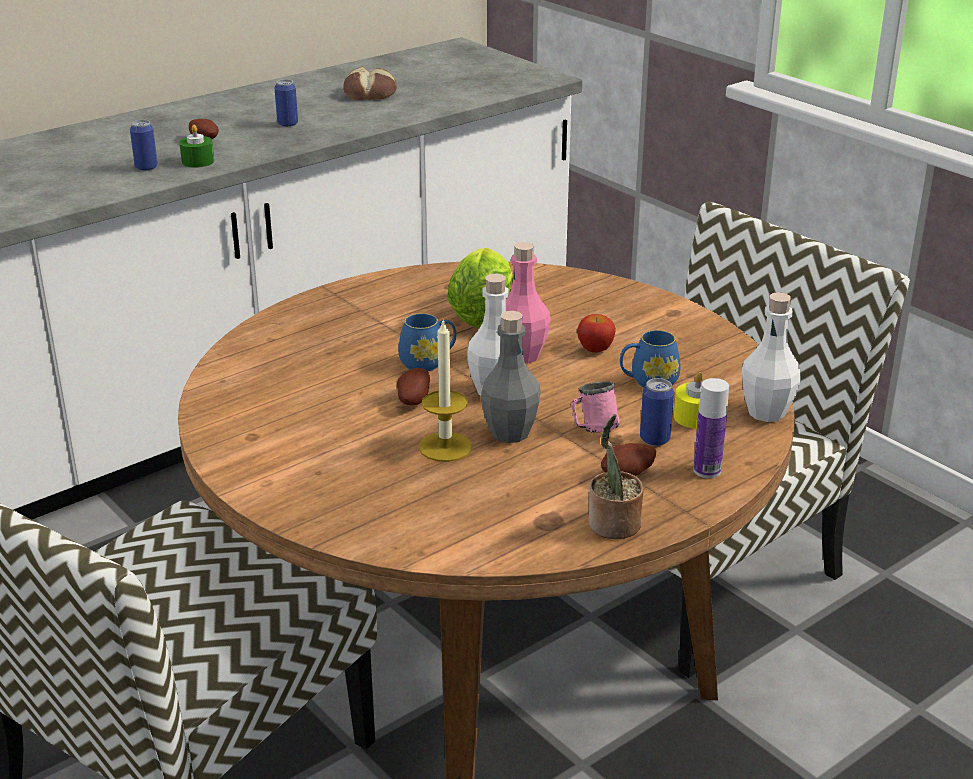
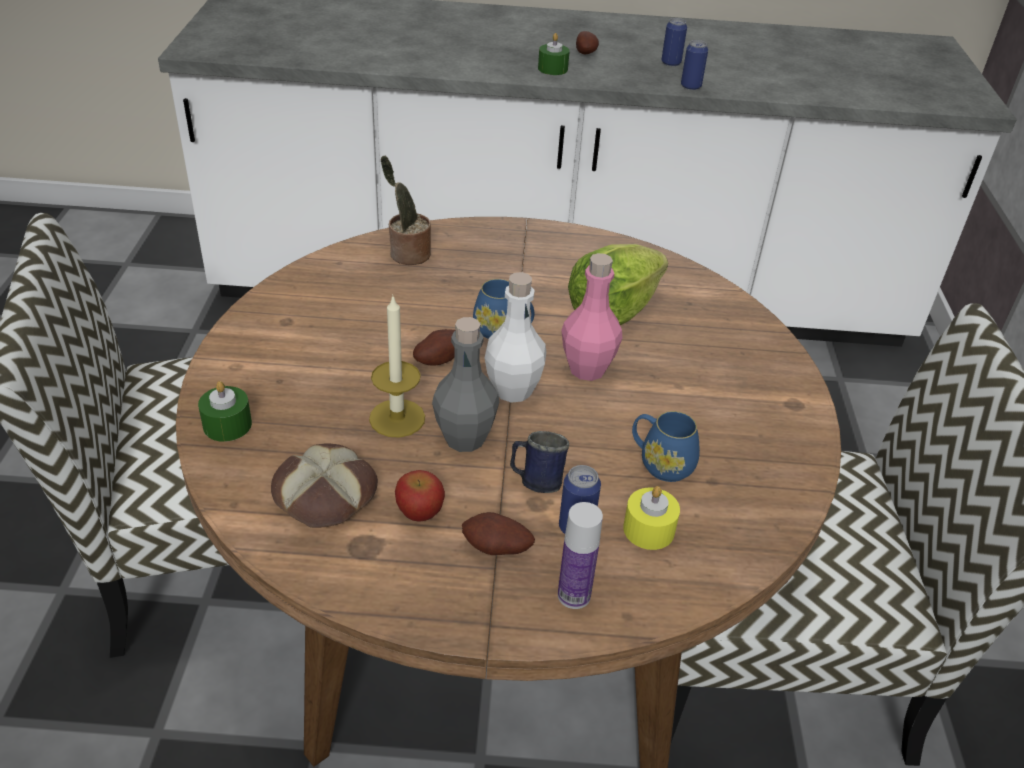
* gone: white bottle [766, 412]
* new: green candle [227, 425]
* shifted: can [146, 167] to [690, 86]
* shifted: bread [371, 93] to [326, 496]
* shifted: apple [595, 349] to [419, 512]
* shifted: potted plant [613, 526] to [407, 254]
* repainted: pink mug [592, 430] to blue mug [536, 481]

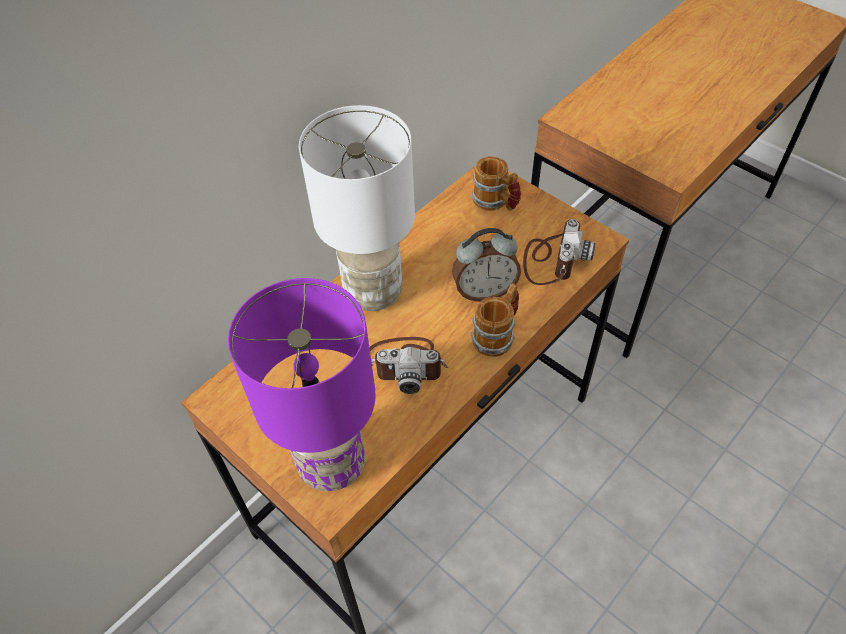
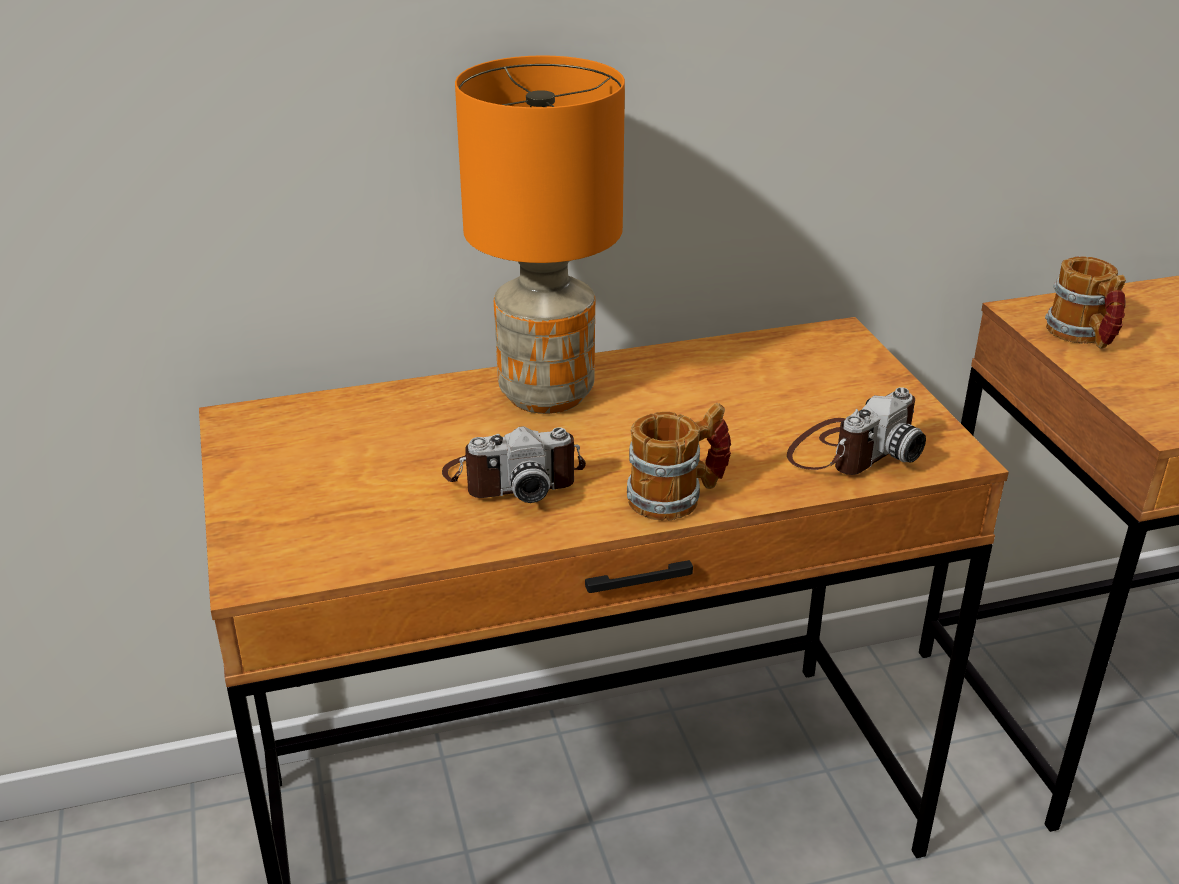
* gone: purple table lamp [330, 464]
* gone: alarm clock [484, 291]
* shifted: mug [496, 202] to [1083, 336]
* repainted: white table lamp [373, 292] to orange table lamp [547, 393]
* rotated: photo camera [407, 363] = [513, 478] 45 degrees counterclockwise

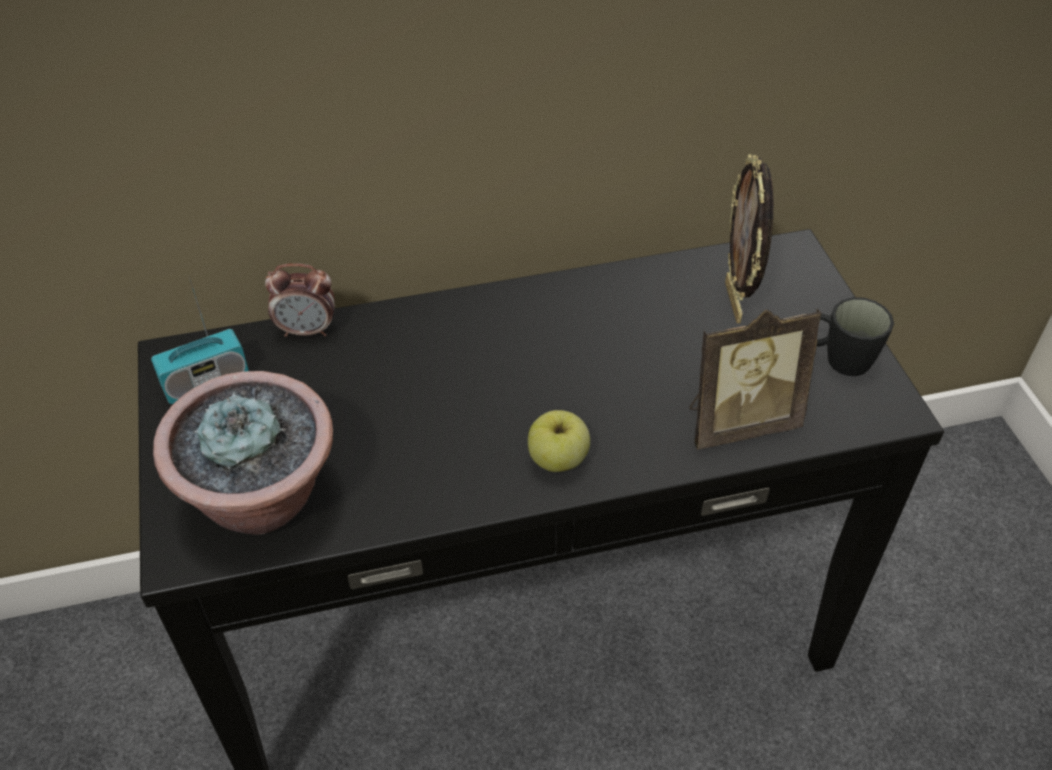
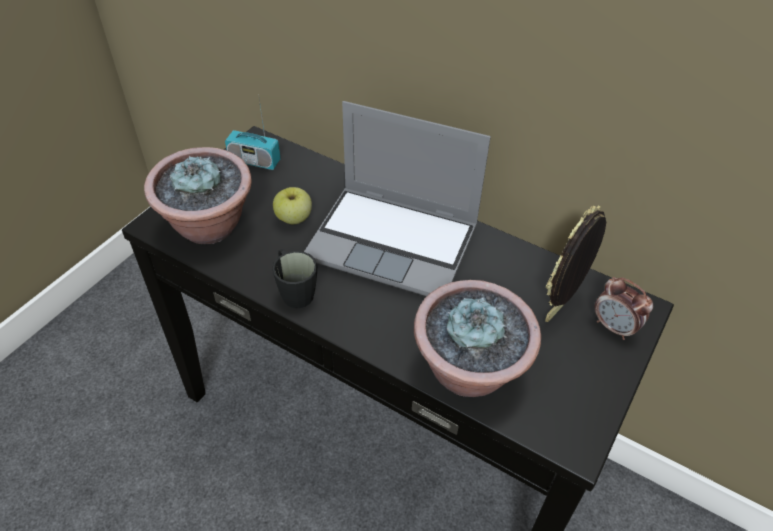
* new: laptop [395, 242]
* shifted: alarm clock [307, 330] to [614, 327]
* shifted: apple [558, 460] to [294, 218]
* shifted: black mug [837, 359] to [295, 291]
* swapped: picture frame [738, 422] to potted plant [469, 371]

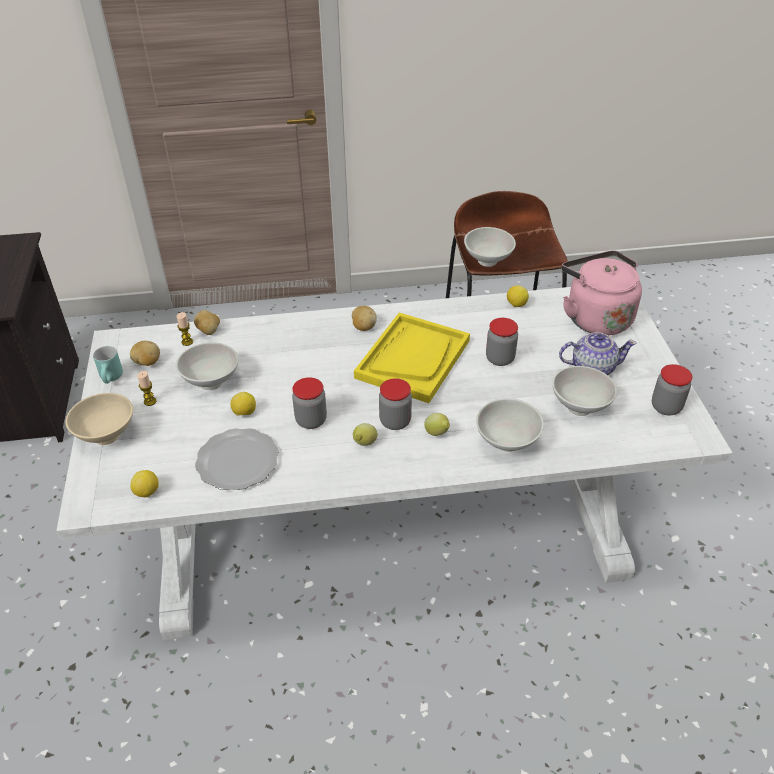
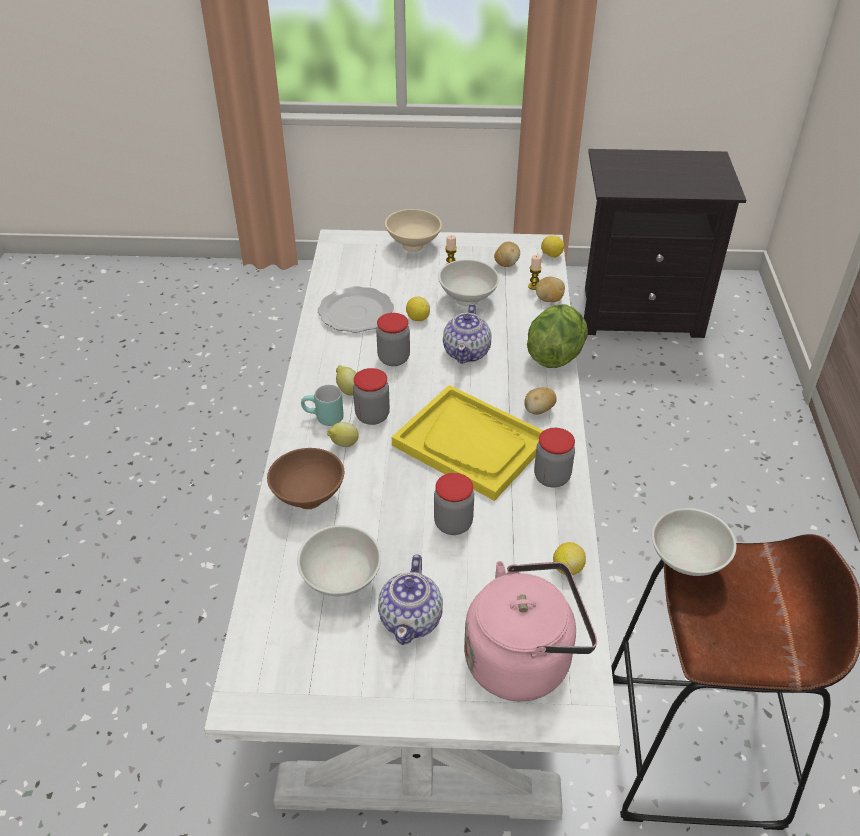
* new: teapot [467, 352]
* new: lettuce [555, 355]
* shifted: turquoise mug [112, 379] to [323, 419]
* shifted: lemon [147, 492] to [551, 256]
* shifted: jar [666, 407] to [552, 477]
* repainted: white bowl [508, 444] to brown bowl [307, 499]

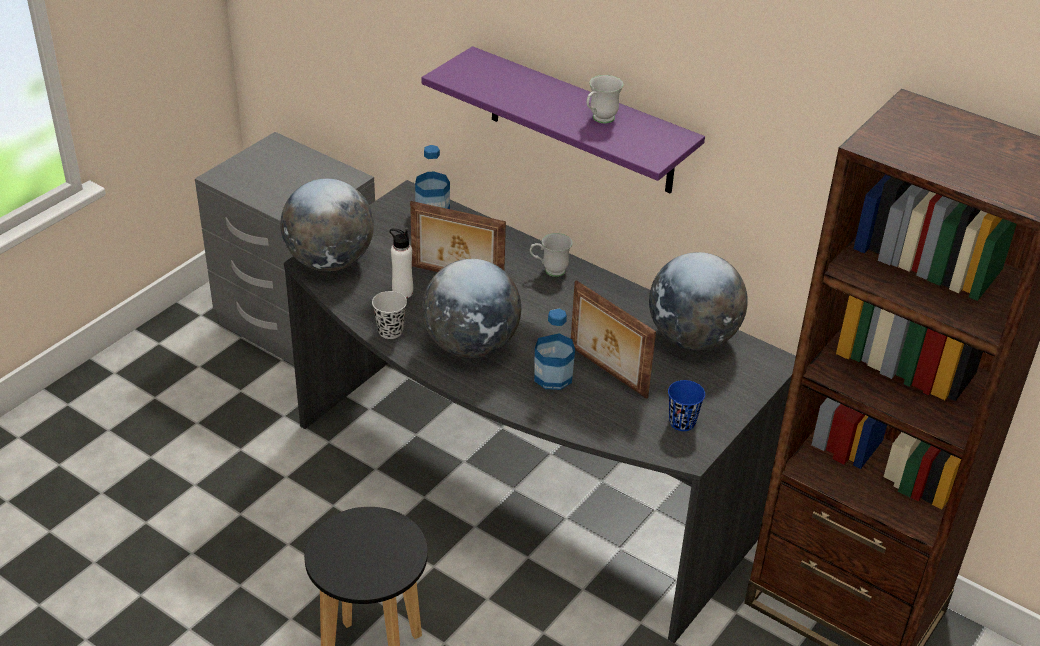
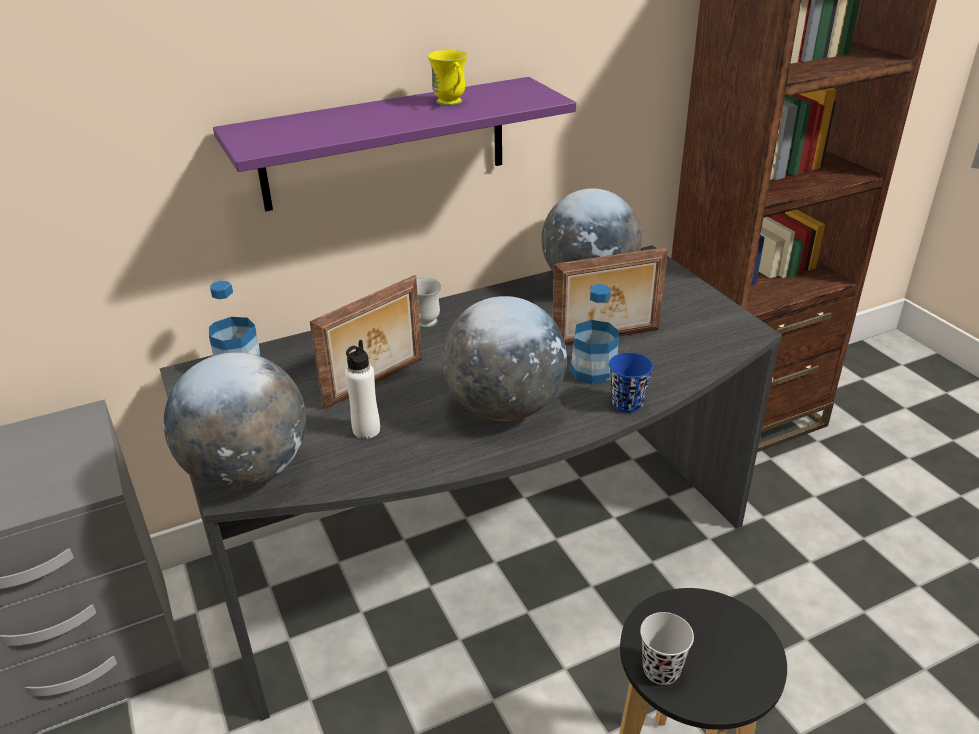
* shifted: black cup [390, 331] to [661, 670]
* shifted: blue cup [682, 422] to [627, 403]
* repainted: white mug [599, 120] to yellow mug [451, 104]

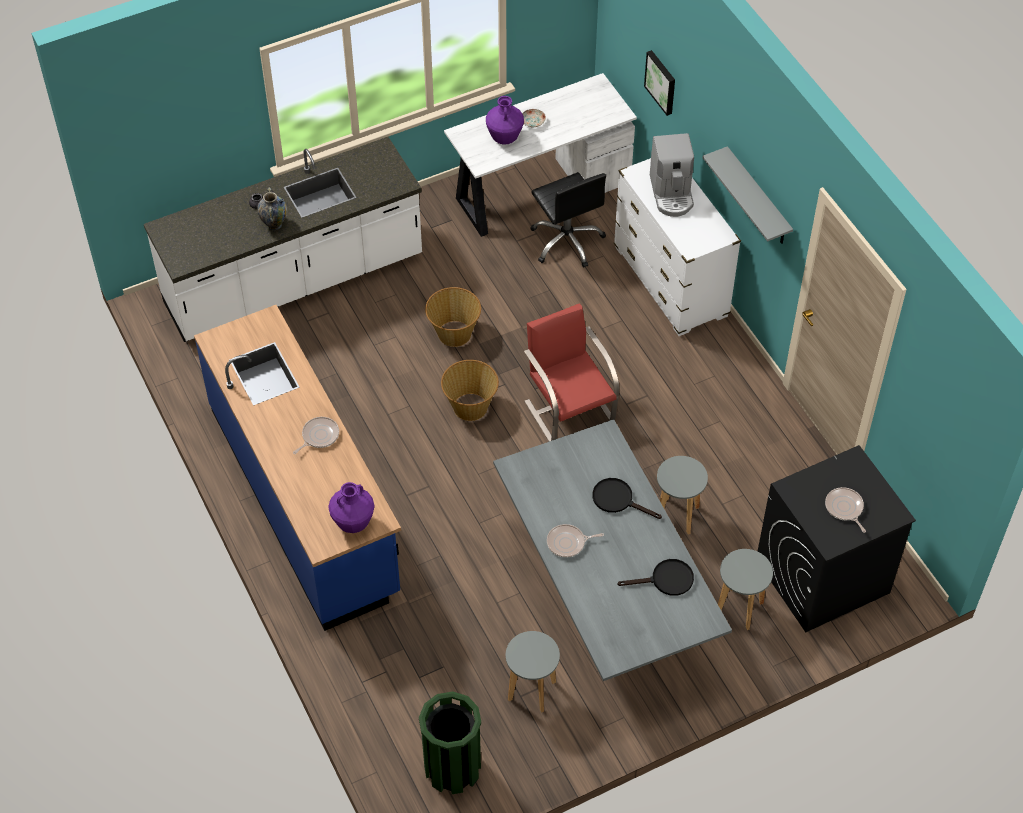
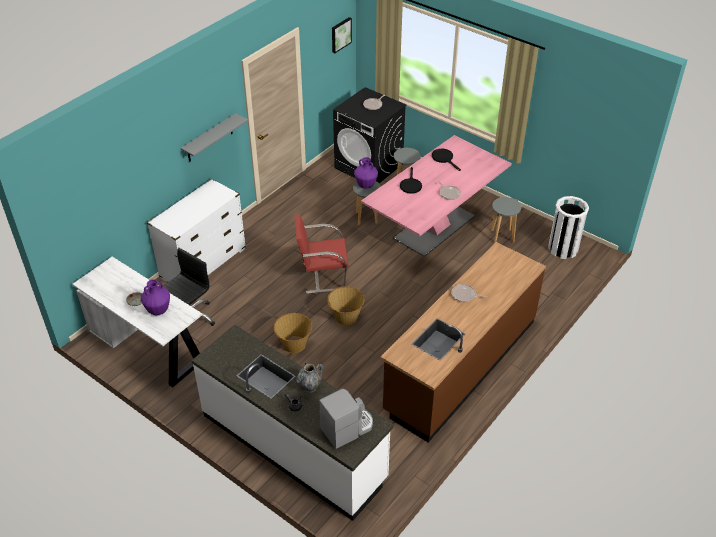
* shifted: purple vase [353, 523] to [365, 185]
* shifted: picture [661, 82] to [340, 34]
* shifted: coffee machine [672, 193] to [347, 428]
* repainted: blue counter [305, 500] to brown counter [460, 365]
* repainted: green trash can [452, 768] to white trash can [563, 249]
* repainted: grey dining table [604, 601] to pink dining table [434, 228]
* rotated: red chair [569, 409] = [322, 276] 45 degrees clockwise

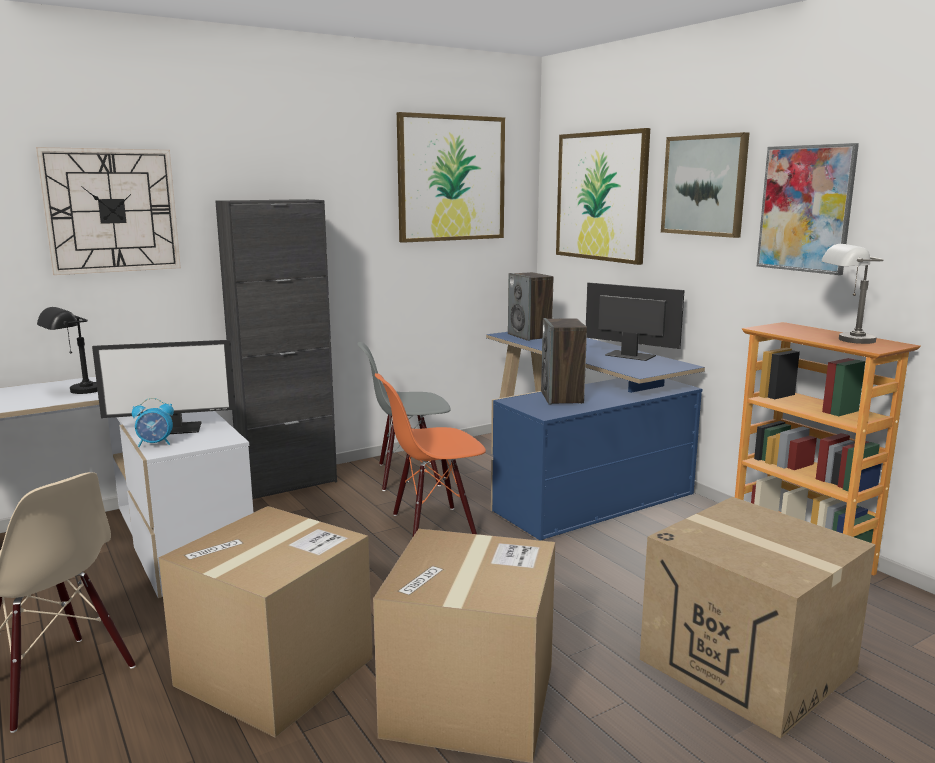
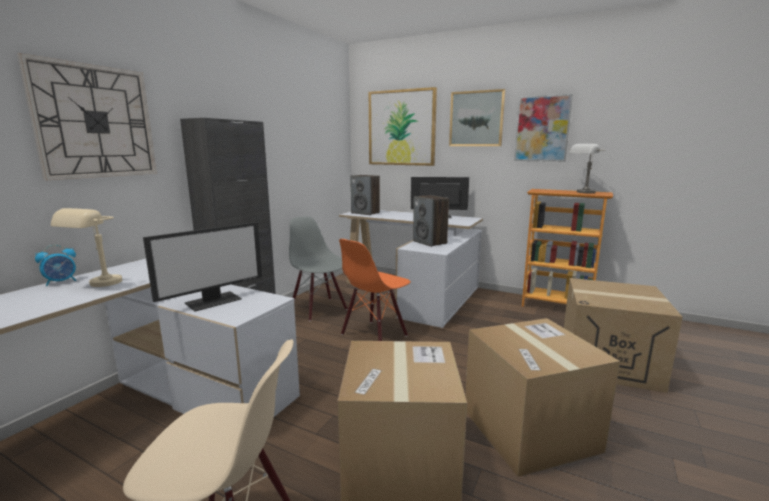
* gone: picture [451, 178]
* shifted: alarm clock [155, 444] to [61, 282]
* repainted: black table lamp [76, 392] to beige table lamp [98, 285]
* repainted: blue desk [575, 479] to white desk [414, 292]
* rotated: grey chair [408, 475] = [319, 309] 90 degrees clockwise

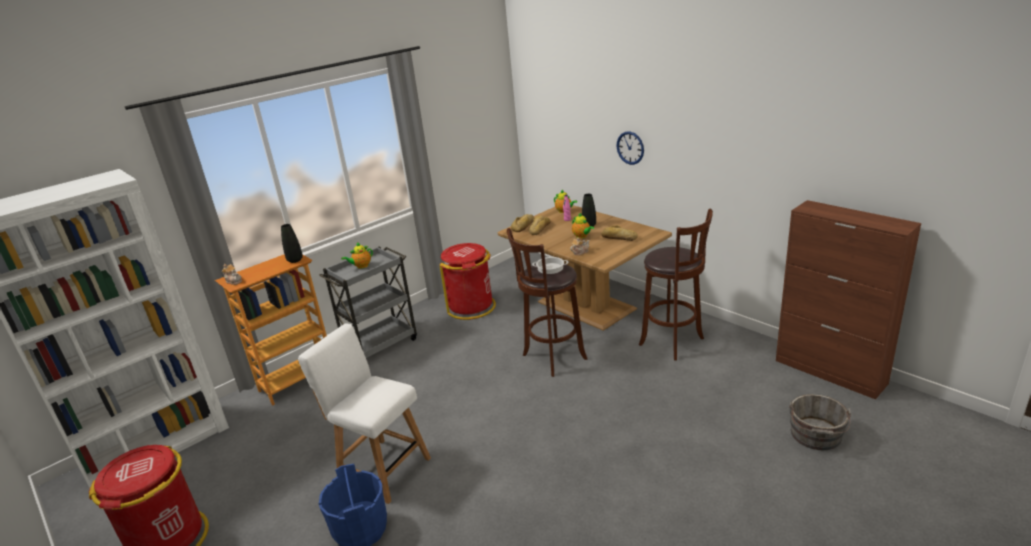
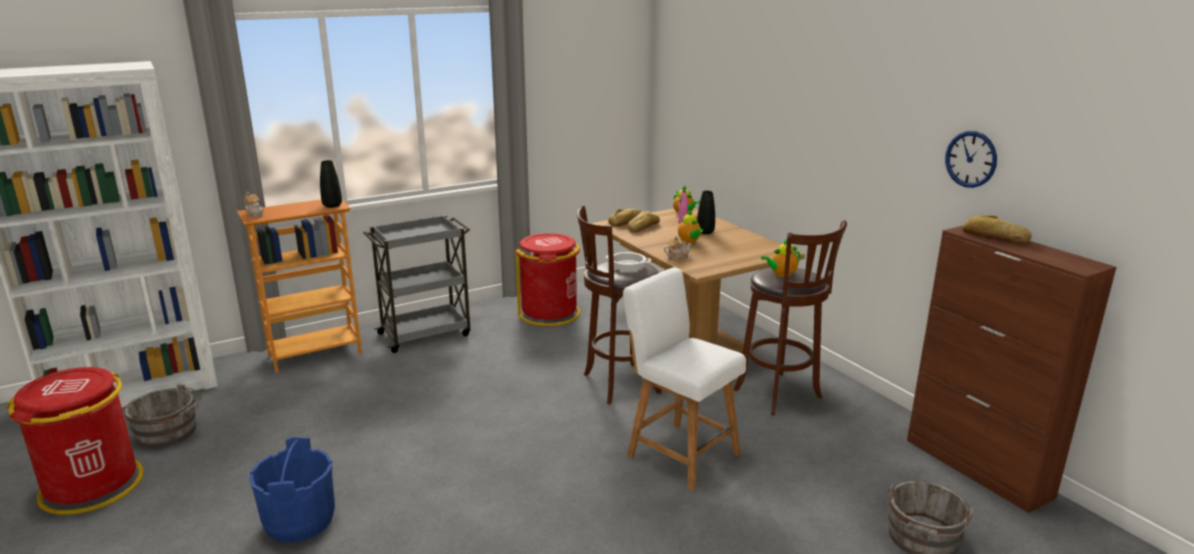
* new: grey bucket [169, 433]
* shifted: white chair [381, 468] to [679, 453]
* shifted: teapot [361, 266] to [781, 274]
* shifted: bread [619, 238] to [994, 236]
* shifted: wall clock [630, 148] to [971, 159]

